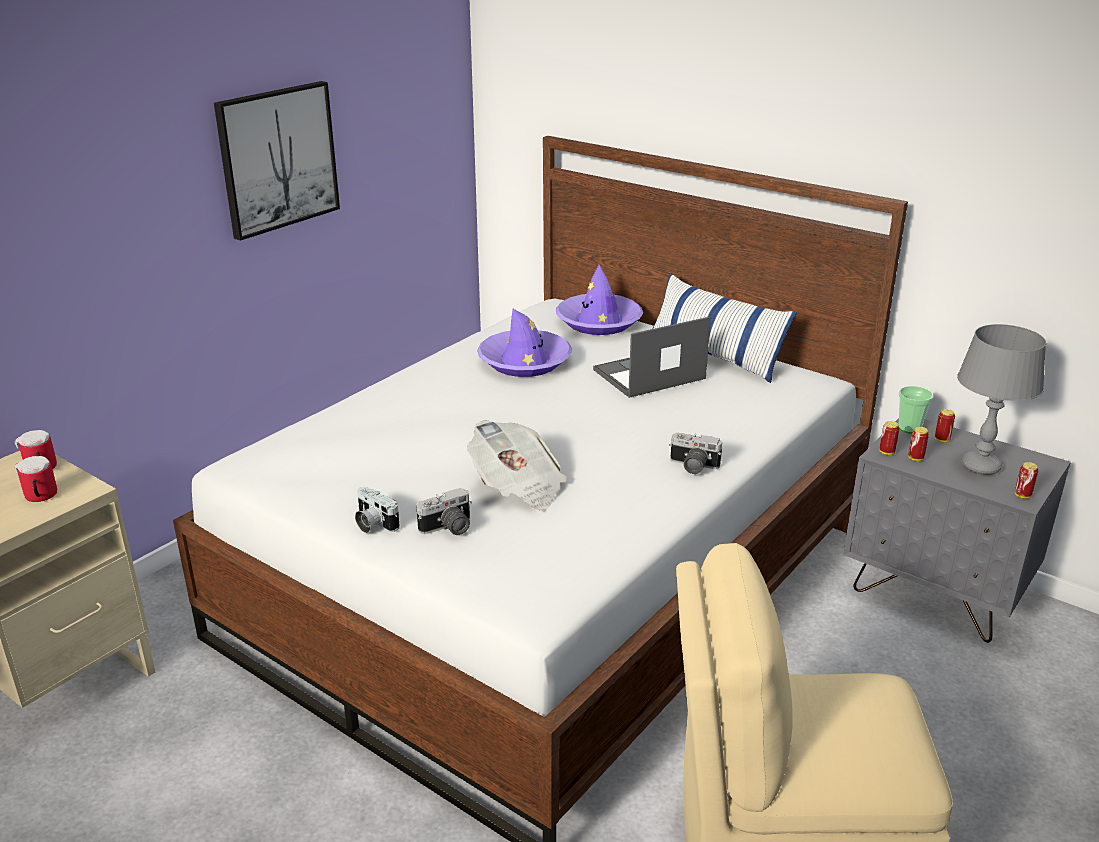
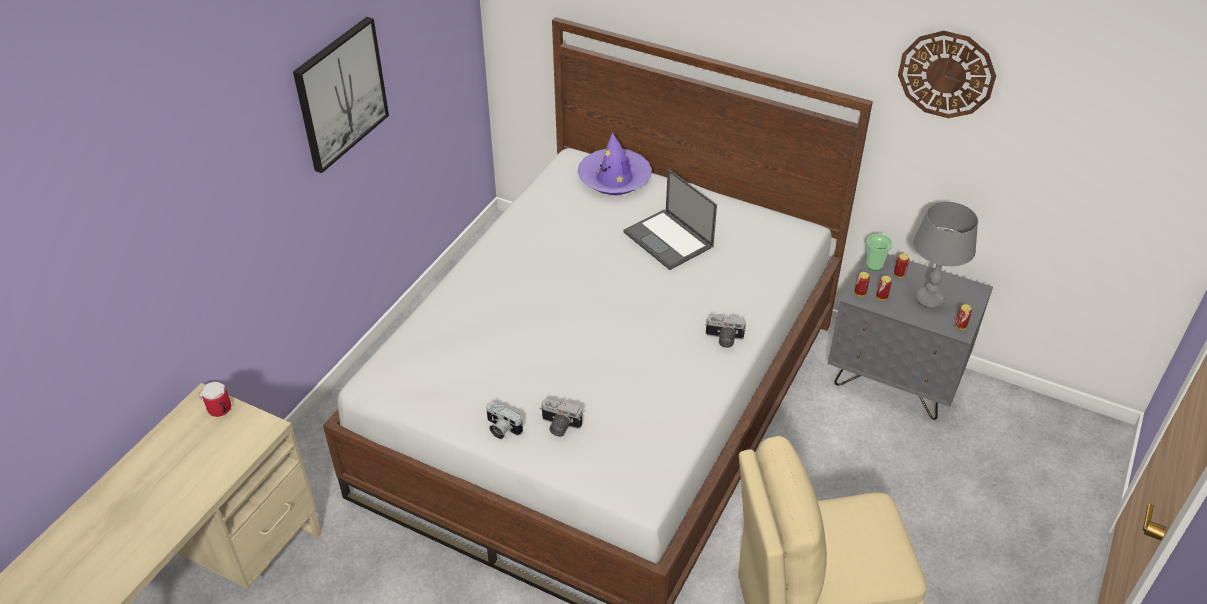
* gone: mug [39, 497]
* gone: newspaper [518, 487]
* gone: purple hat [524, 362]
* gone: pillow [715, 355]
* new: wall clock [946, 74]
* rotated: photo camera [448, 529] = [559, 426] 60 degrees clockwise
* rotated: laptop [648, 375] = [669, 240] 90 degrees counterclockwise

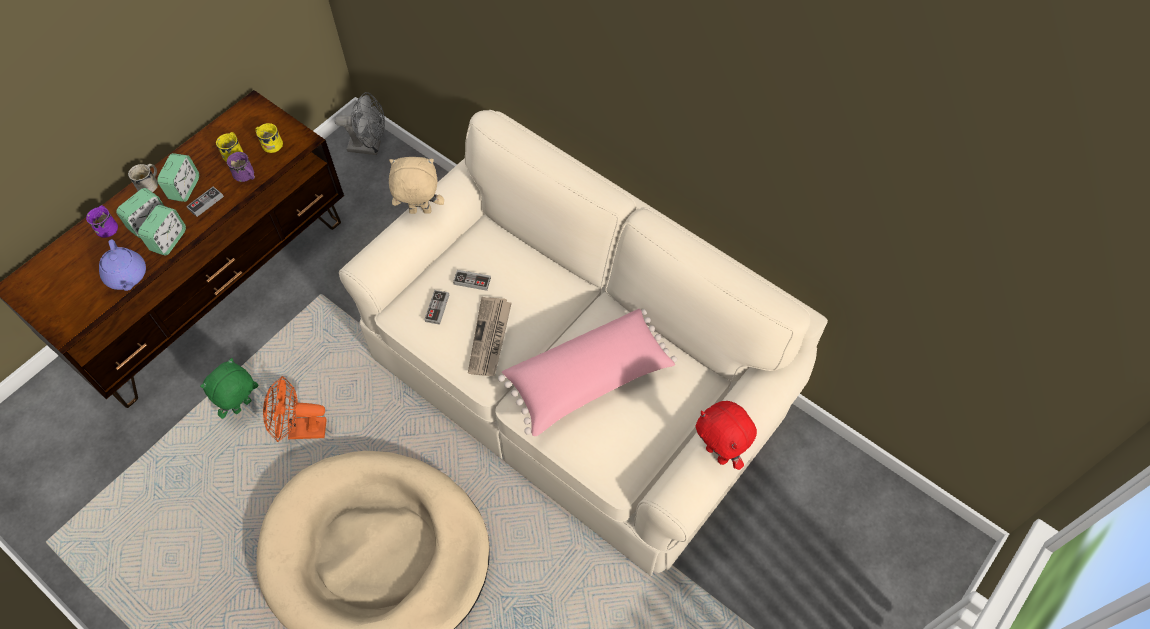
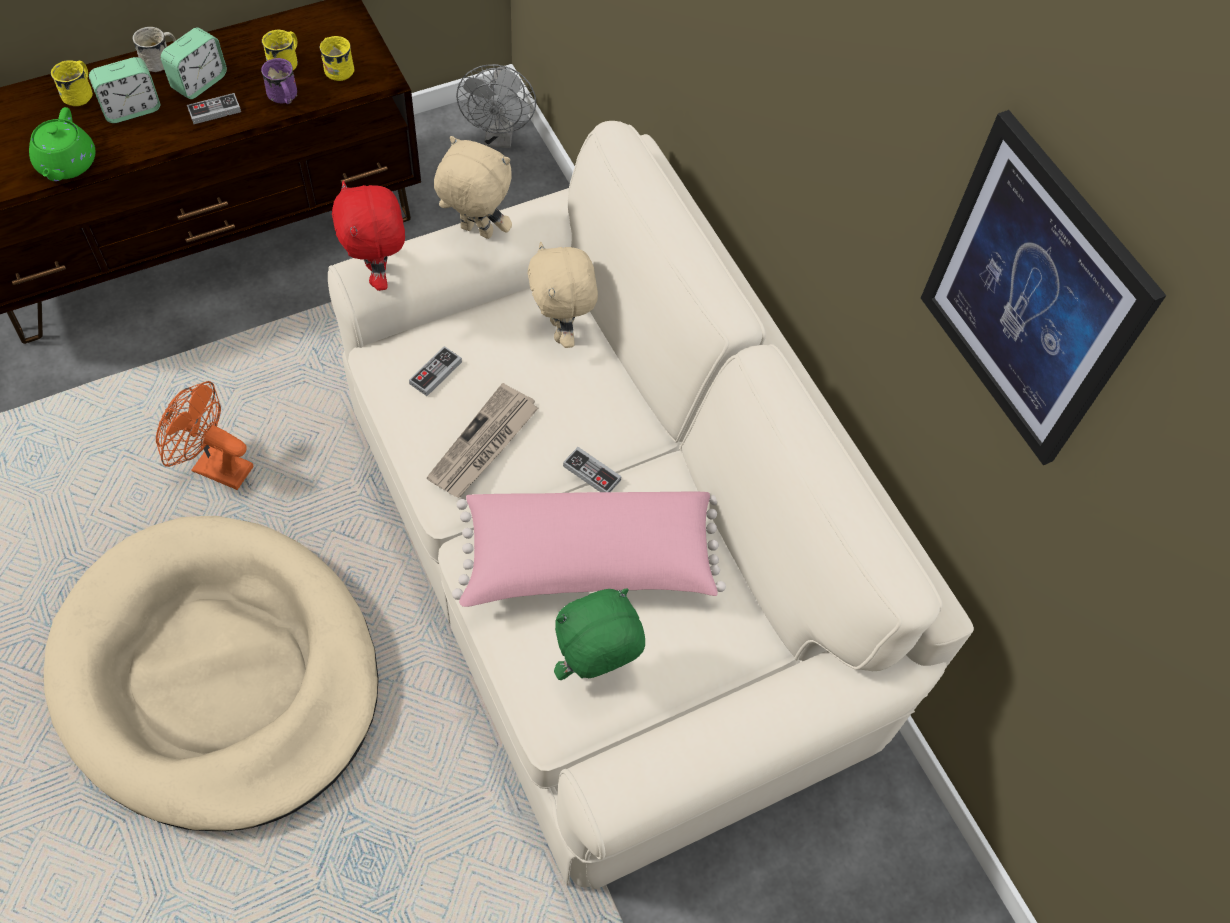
* gone: alarm clock [169, 240]
* new: beige plush toy [562, 331]
* new: picture [1032, 294]
* shifted: green plush toy [243, 407] to [595, 669]
* shifted: game controller [472, 281] to [592, 473]
* shifted: red plush toy [718, 453] to [378, 275]
* repainted: purple mug [108, 226] to yellow mug [81, 93]
* repainted: purple teapot [127, 276] to green teapot [66, 164]
* rotated: grey fan [370, 147] = [499, 138] 60 degrees clockwise

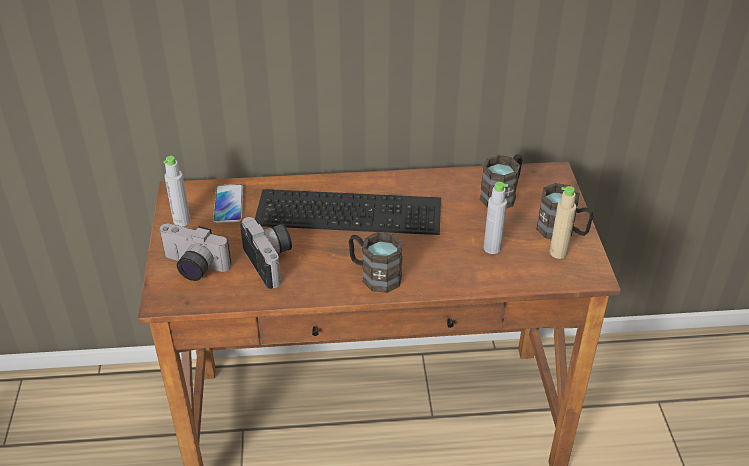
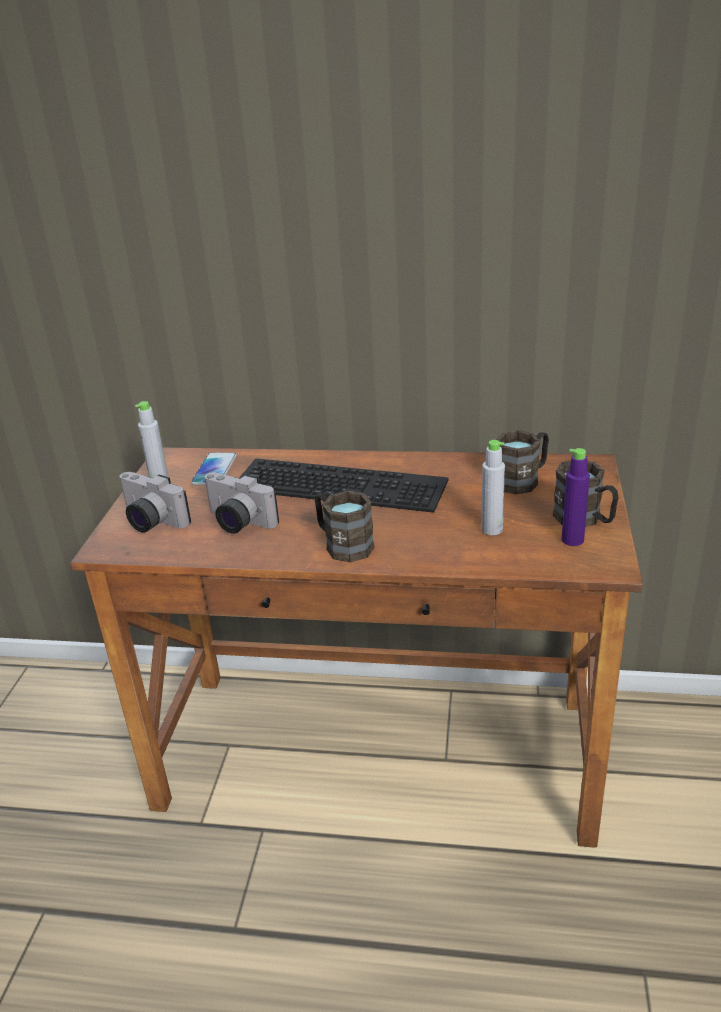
* repainted: beige bottle [558, 252] to purple bottle [572, 540]
* rotated: photo camera [272, 261] = [236, 523] 135 degrees clockwise

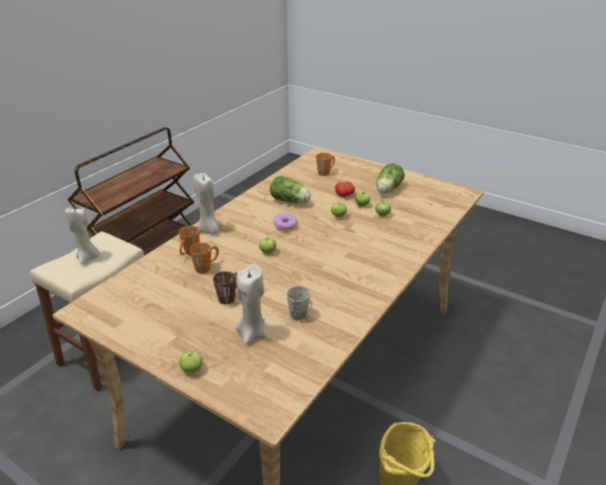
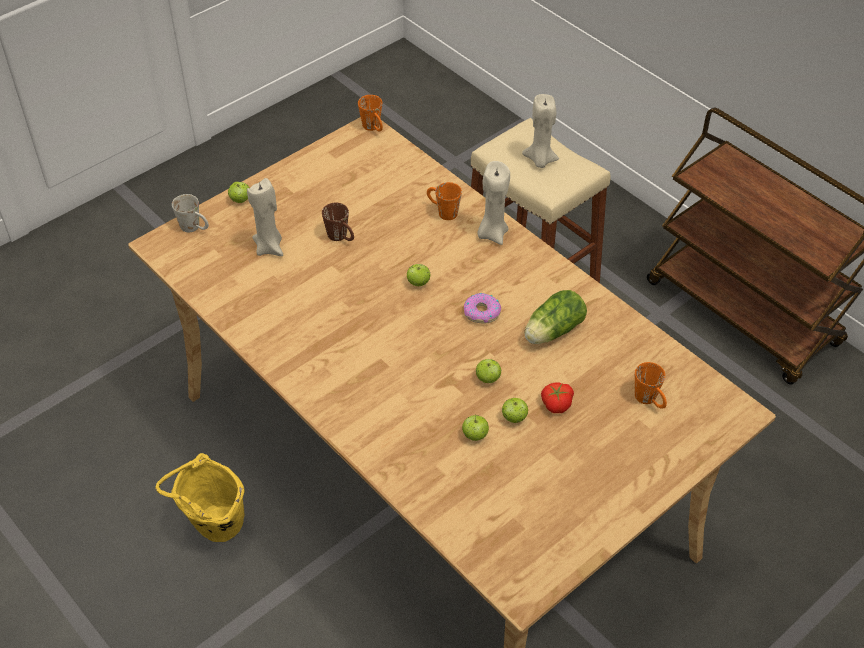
* gone: lettuce [387, 189]
* shifted: orange mug [207, 266] to [374, 128]
* shifted: white mug [300, 311] to [195, 228]

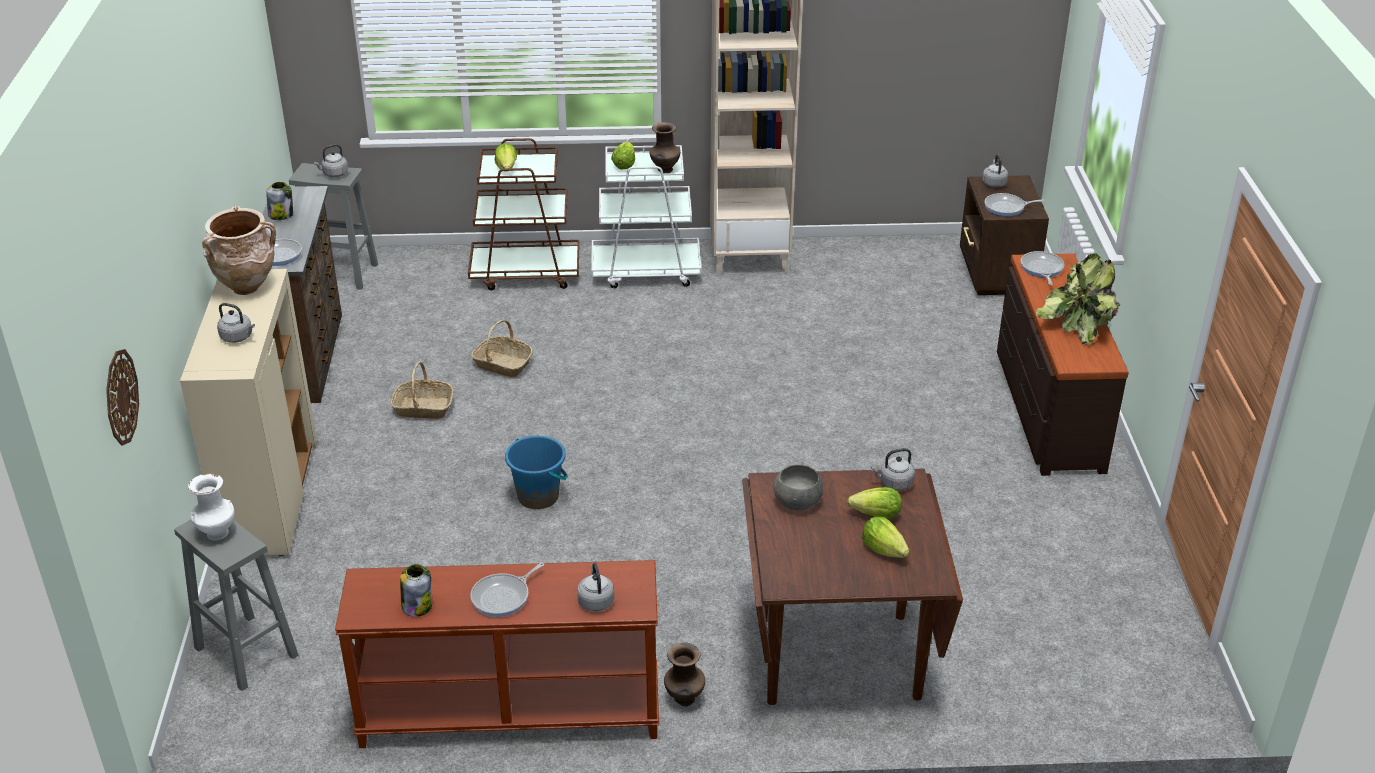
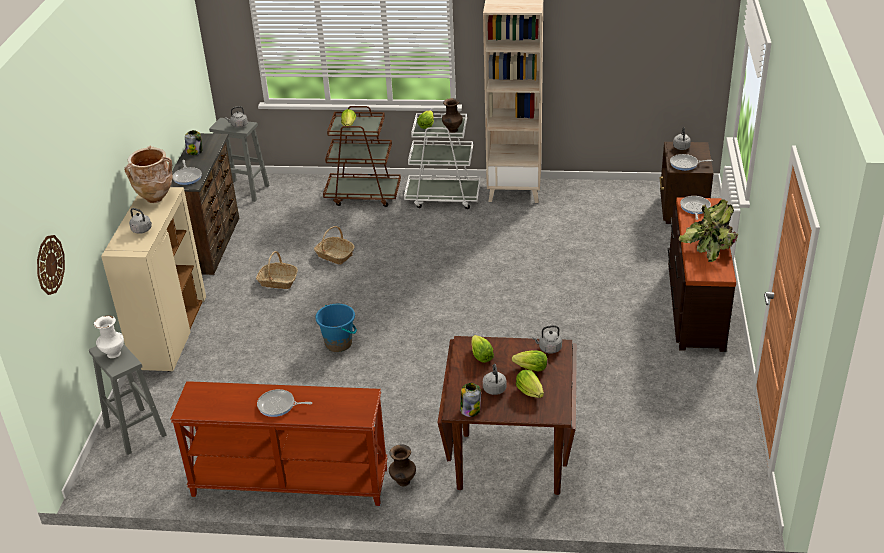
* shifted: jar [417, 605] to [470, 409]
* shifted: grey kettle [595, 600] to [494, 388]
* swapped: grey bowl [797, 501] to lettuce [481, 356]
* rotated: frying pan [503, 597] = [278, 406] 45 degrees clockwise

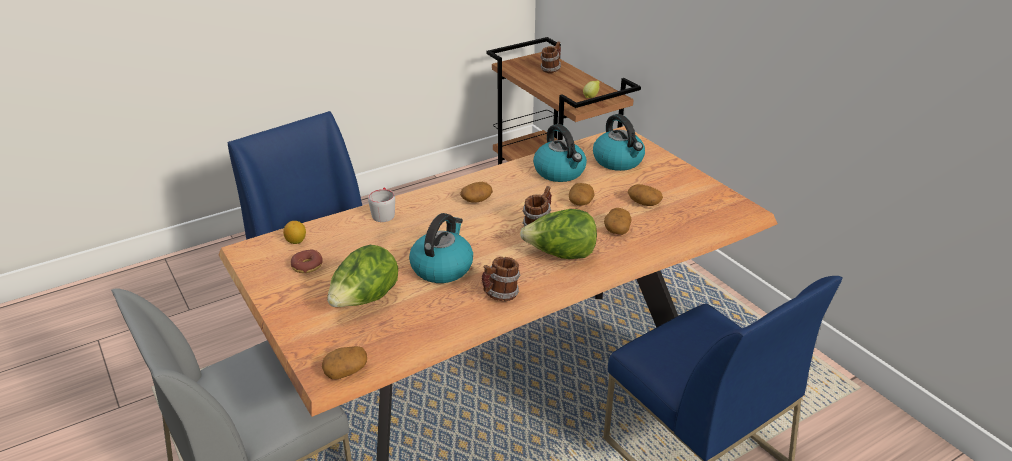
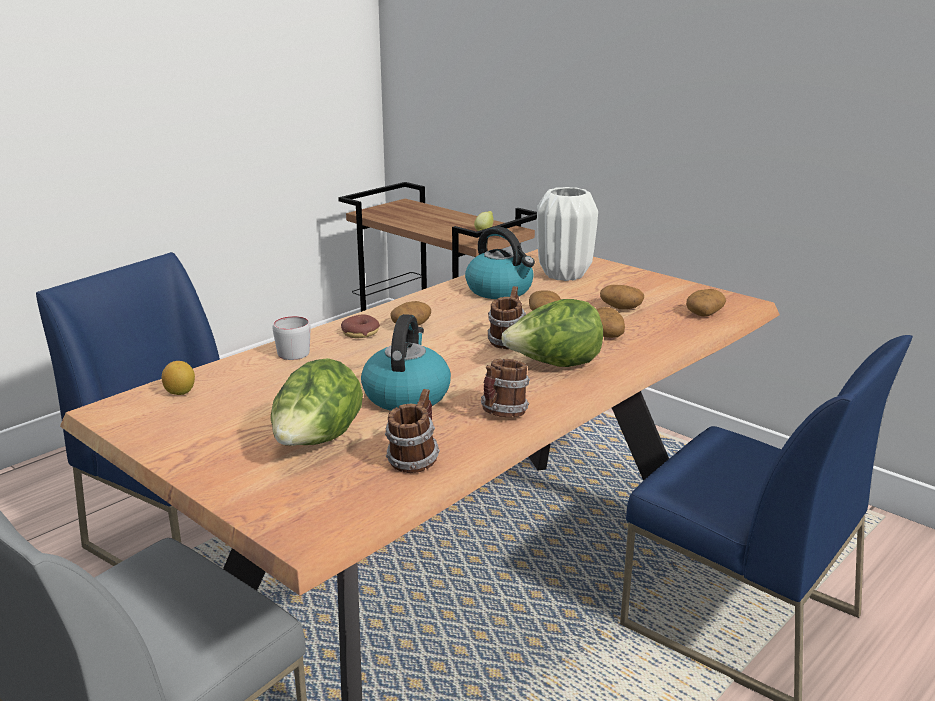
* shifted: donut [307, 266] to [360, 333]
* shifted: potato [346, 371] to [704, 313]
* shifted: mug [551, 69] to [413, 460]
* swapped: kettle [619, 161] to white vase [564, 275]

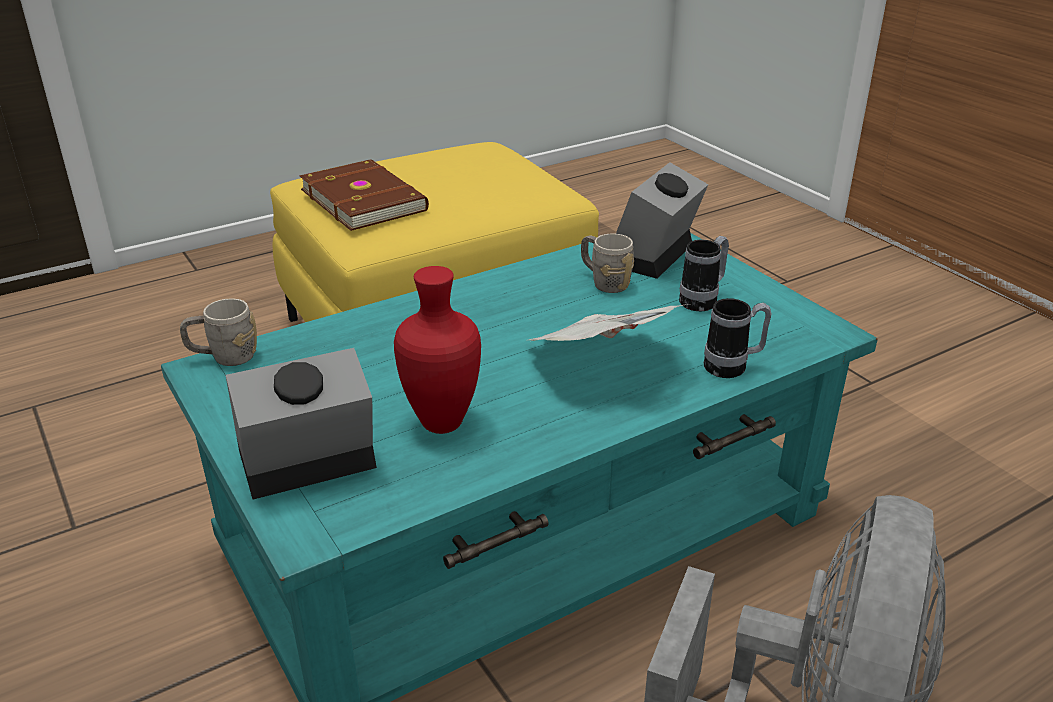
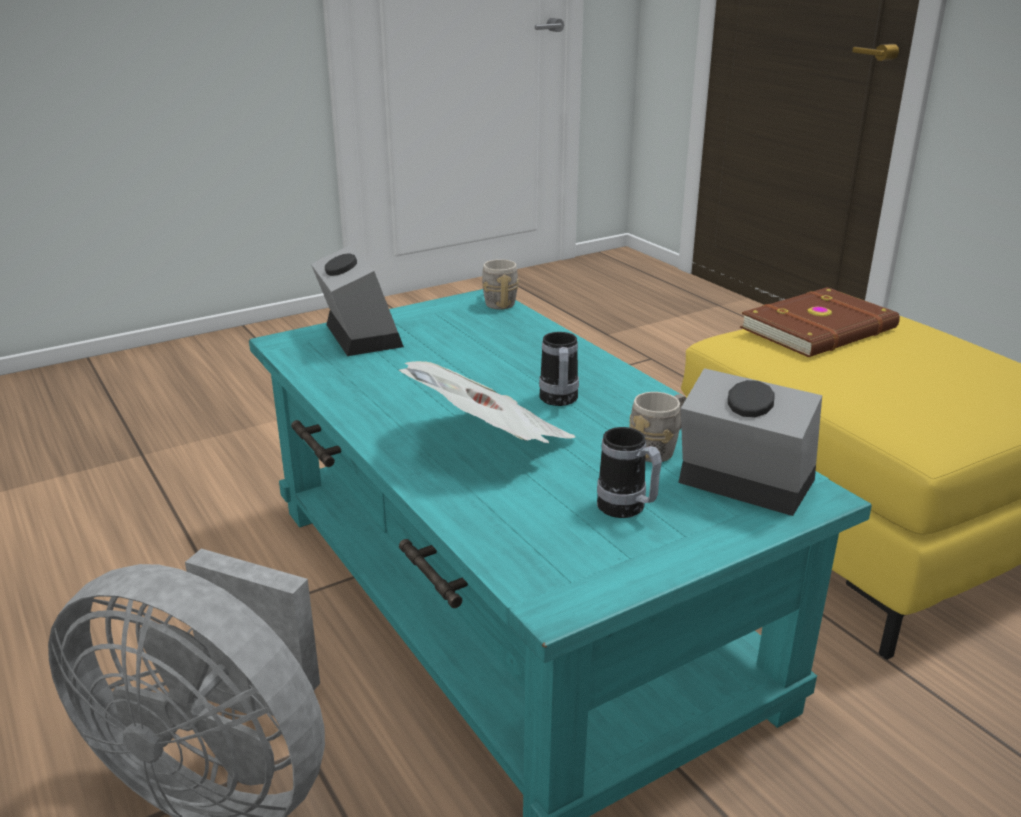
* gone: red vase [443, 424]
* shifted: mug [733, 367] to [559, 401]

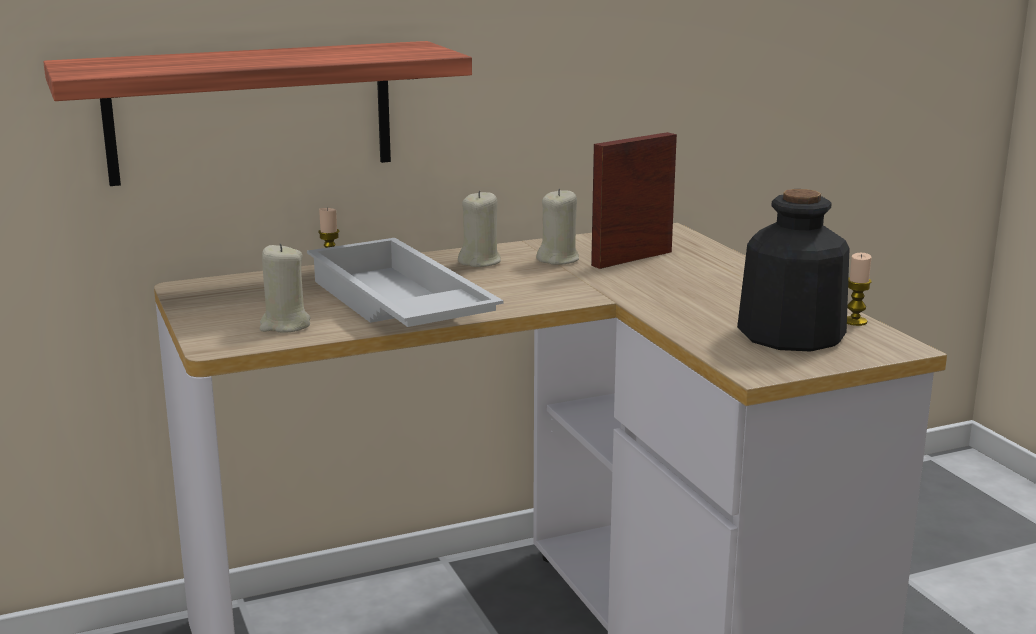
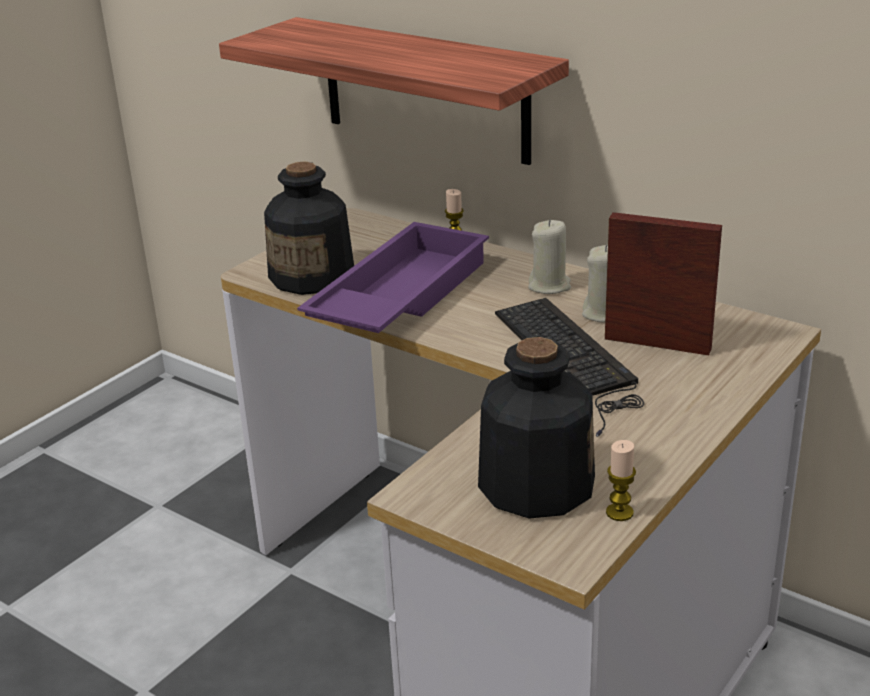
* new: keyboard [571, 359]
* swapped: beige candle [285, 325] to bottle [313, 276]
* repainted: white tray [395, 306] to purple tray [398, 295]

